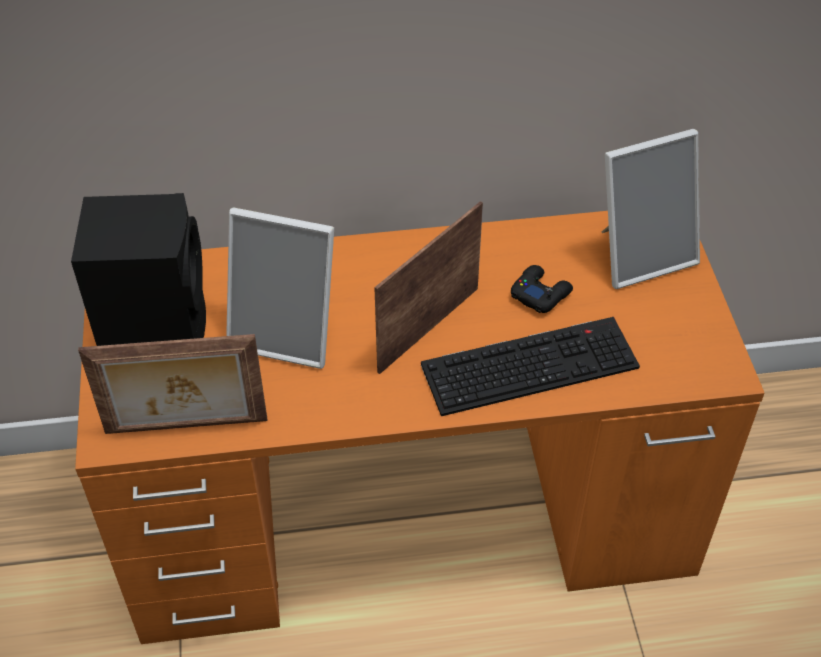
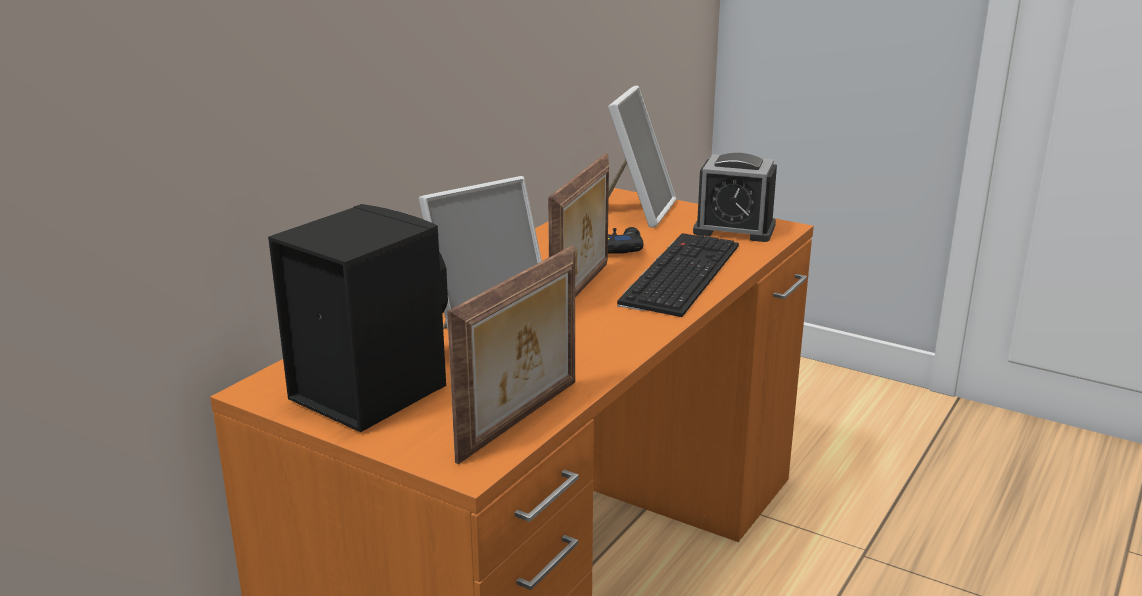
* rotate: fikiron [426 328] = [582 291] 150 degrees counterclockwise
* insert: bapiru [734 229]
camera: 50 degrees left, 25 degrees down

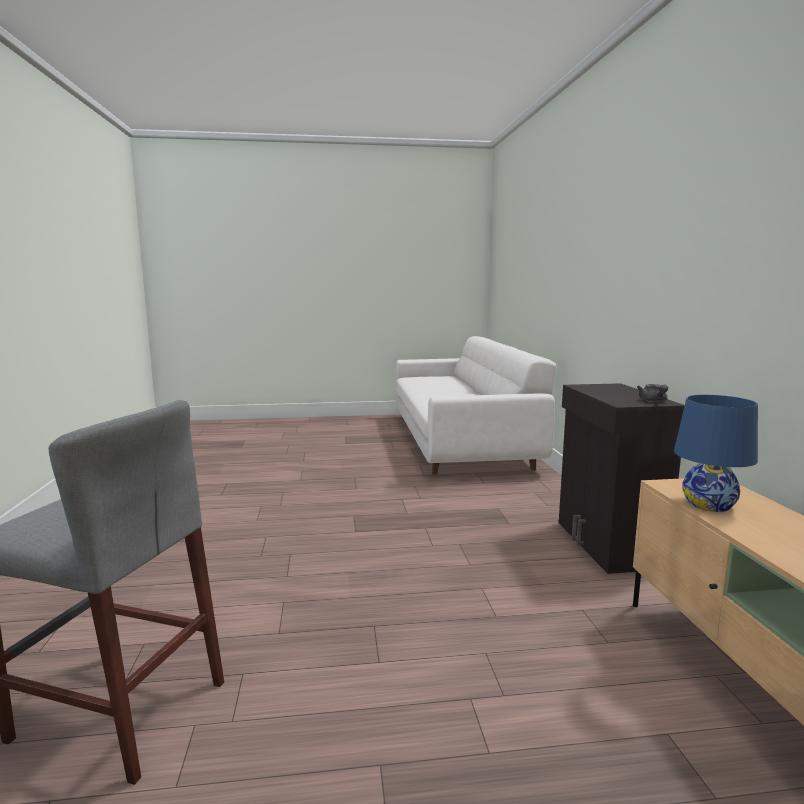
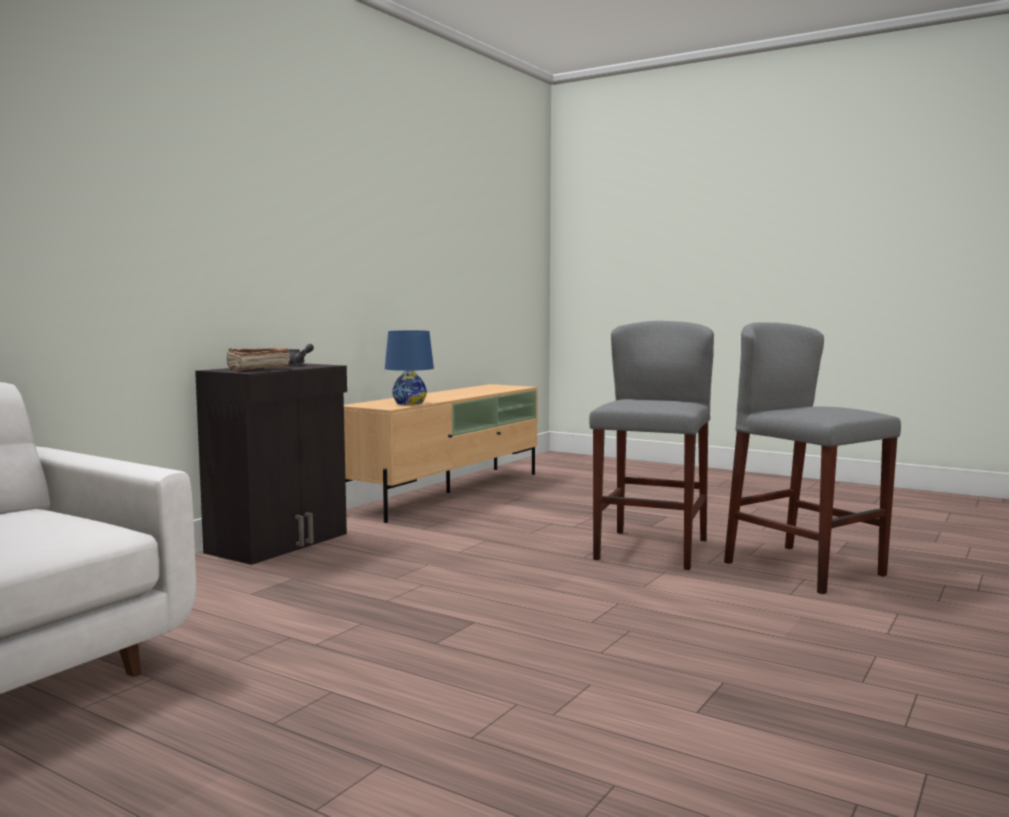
* insert: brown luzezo [257 369]
* insert: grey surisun [651 549]
camera: 140 degrees left, 5 degrees down

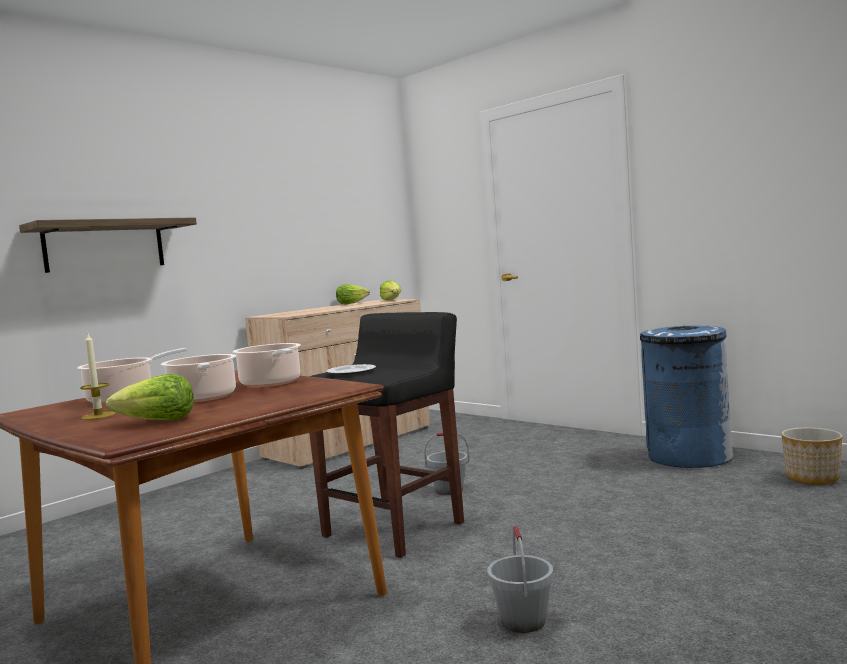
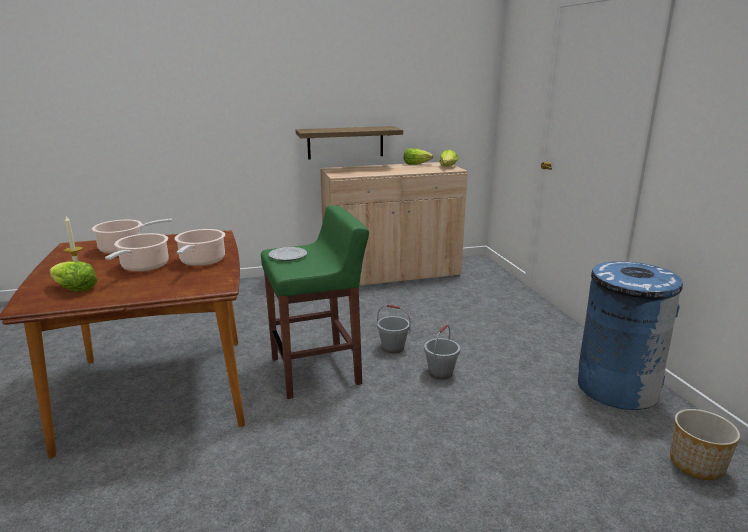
* recolor: black surisun [395 529] to green surisun [317 371]
* move: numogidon [104 246] to [345 142]
* move: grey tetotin [523 621] to [440 372]
camera: 30 degrees right, 15 degrees up

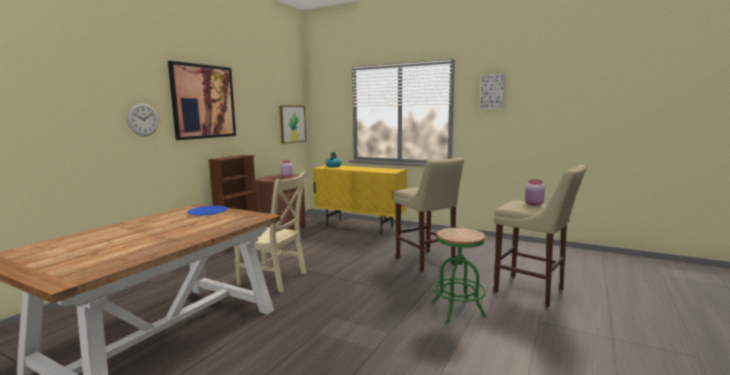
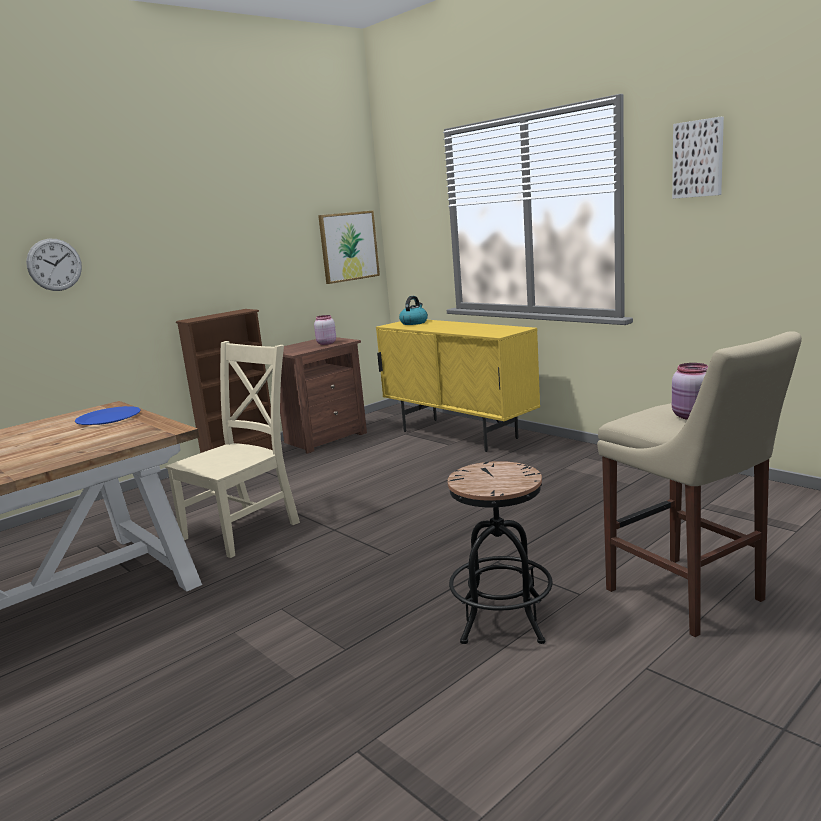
* rotate: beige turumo [274 279] = [245 529] 90 degrees counterclockwise
* recolor: green surisun [458 310] to black surisun [502 621]
* delete: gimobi [203 101]
* delete: beige surisun [426 262]
camera: 20 degrees right, 5 degrees up

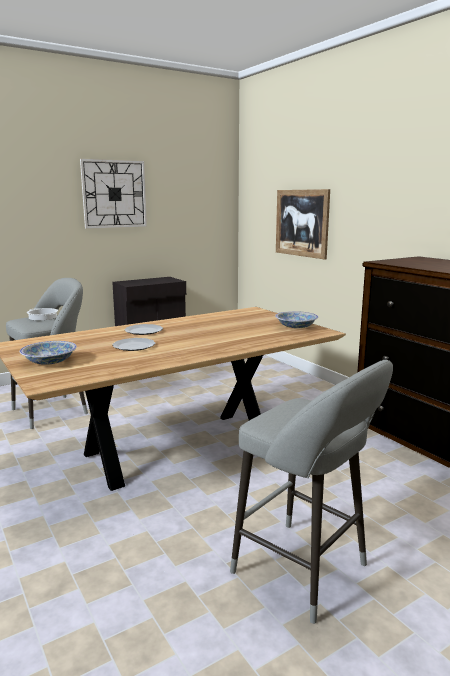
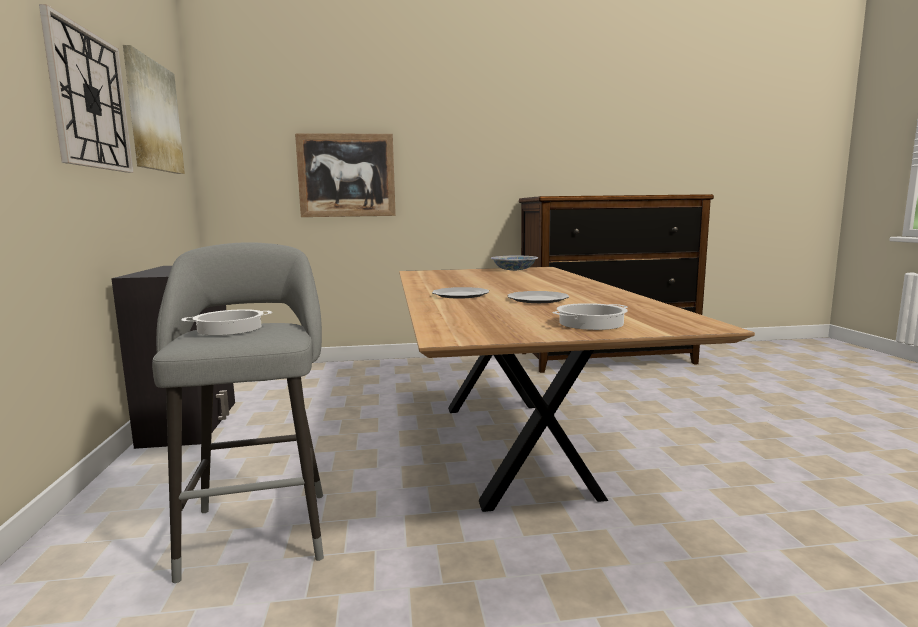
* insert: gimobi [153 116]
* replace: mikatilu [50 362] to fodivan [590 323]
* delete: grey surisun [306 572]
camera: 65 degrees left, 5 degrees down

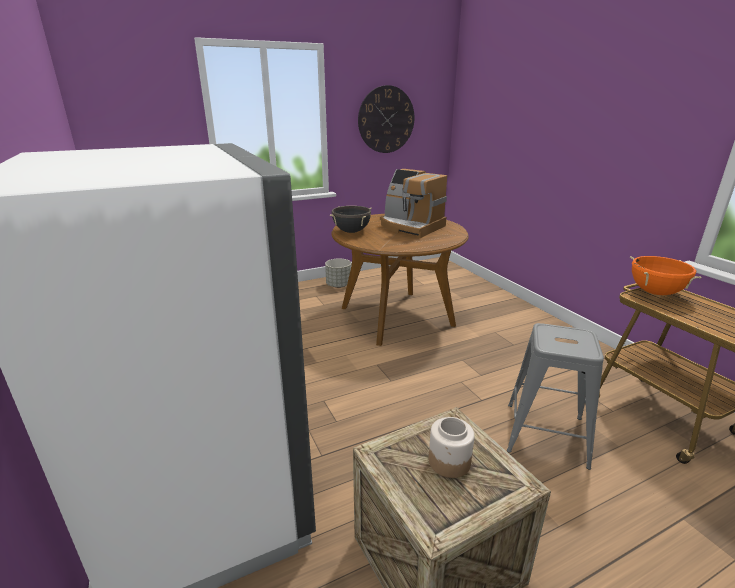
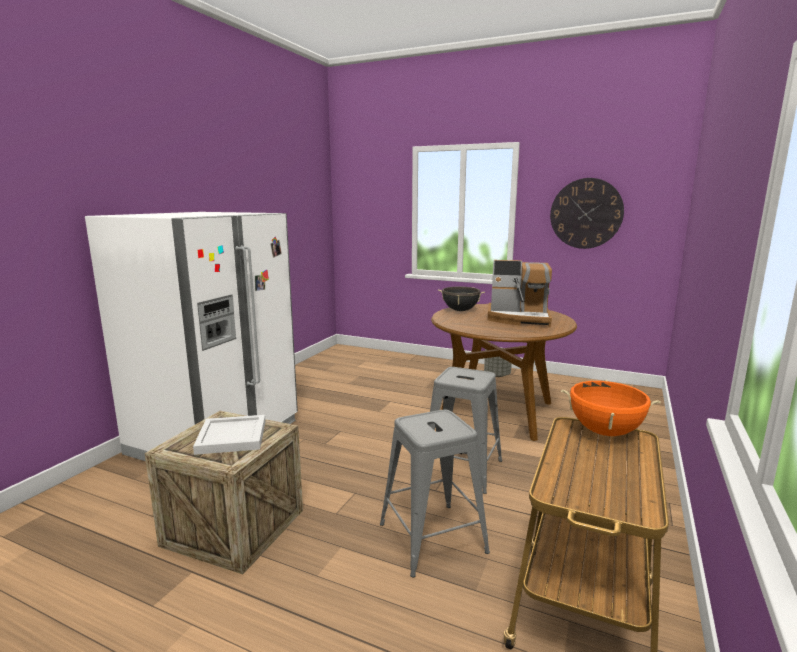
* replace: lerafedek [449 461] to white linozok [233 437]
* insert: grey surisun [462 469]
* rotate: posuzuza [411 227] = [519 319] 75 degrees counterclockwise
camera: 50 degrees right, 10 degrees down

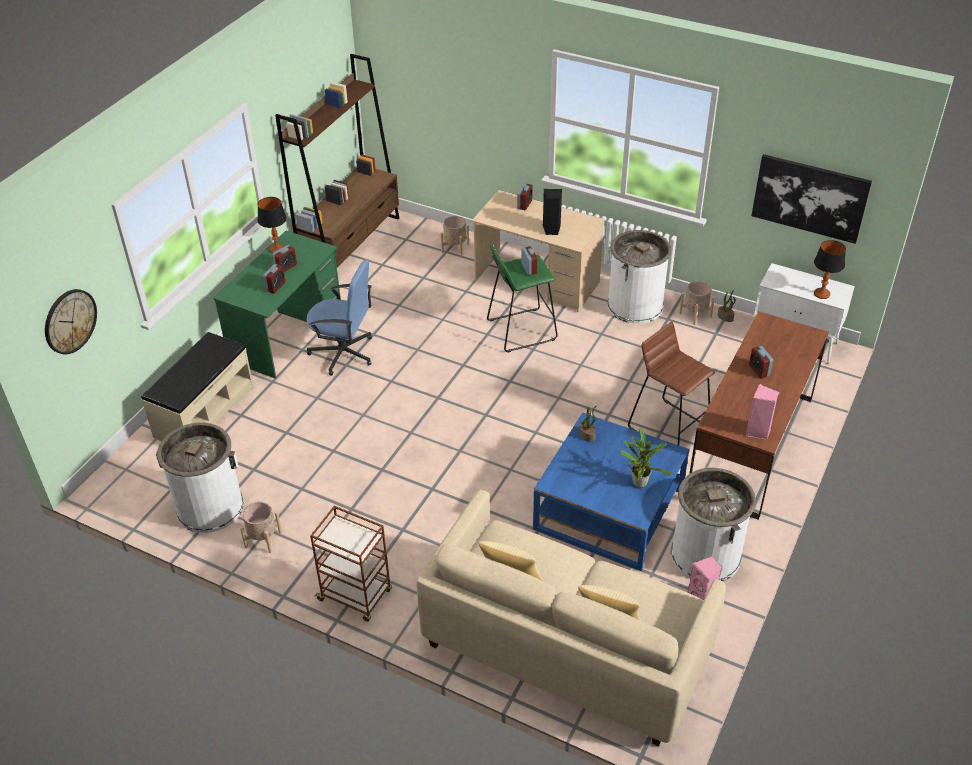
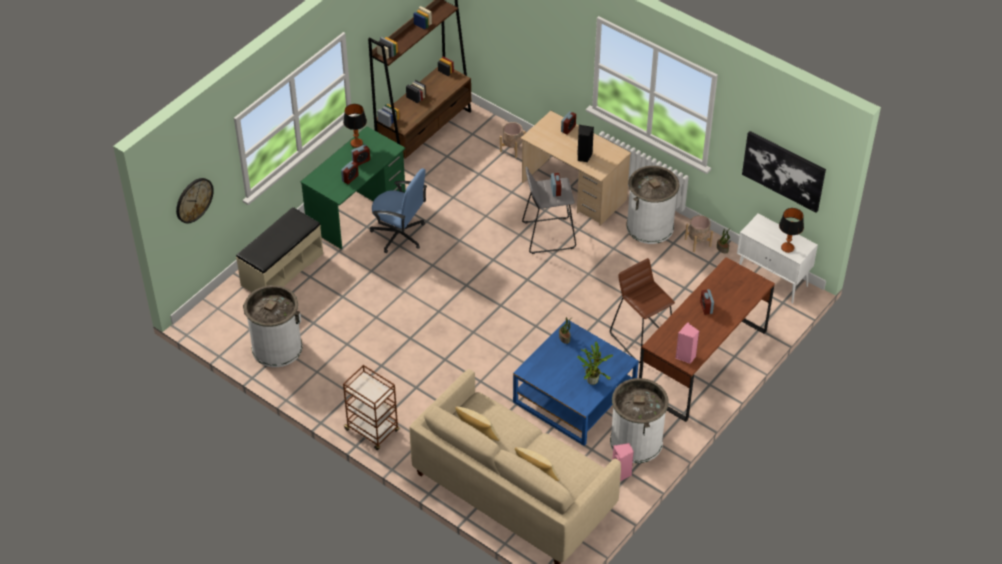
* recolor: green surisun [521 330] to grey surisun [548 235]
* delete: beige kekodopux [263 539]
camera: 10 degrees right, 5 degrees up

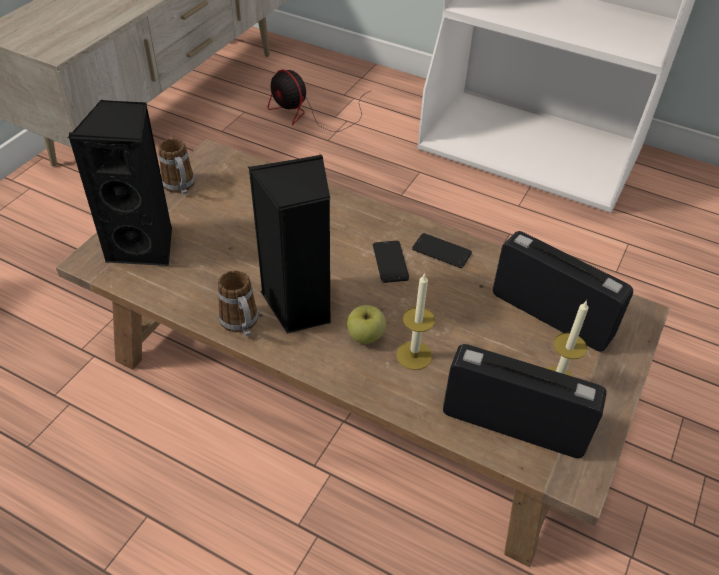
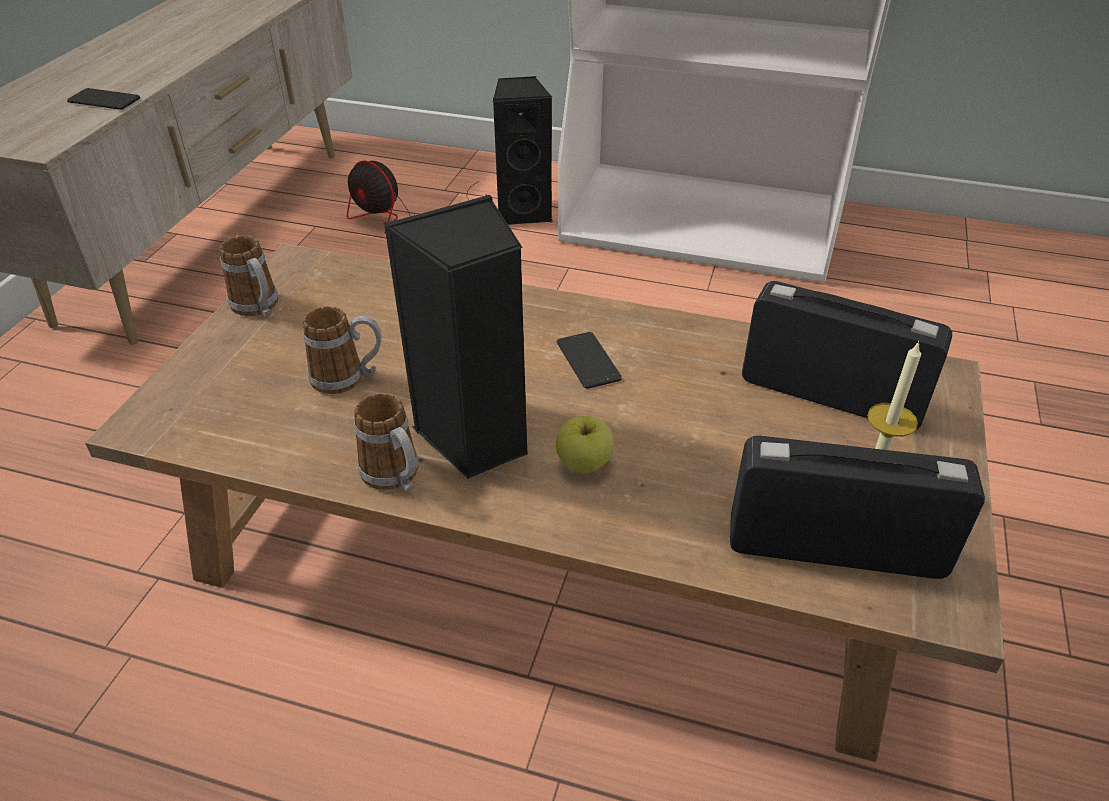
* move: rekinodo [441 251] to [104 100]
* insert: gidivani [348 378]
* move: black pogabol [145 246] to [523 212]
* delete: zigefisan [414 355]
camera: 10 degrees left, 5 degrees down

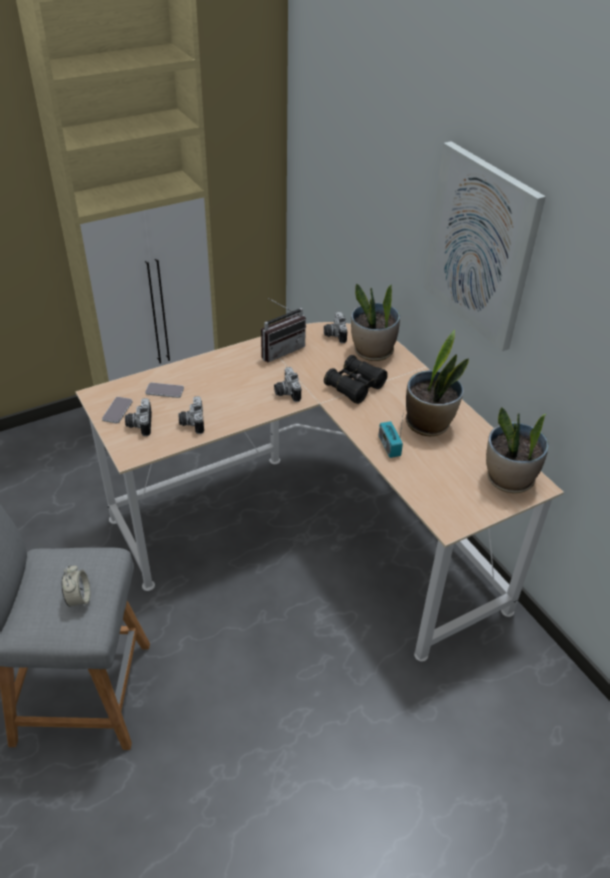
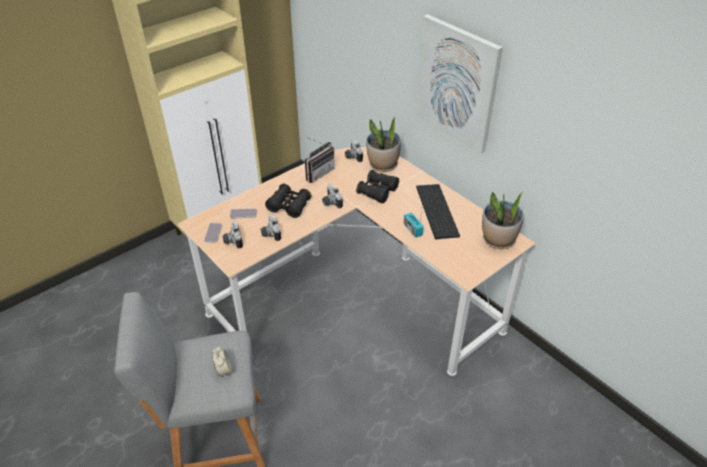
* insert: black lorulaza [289 206]
* replace: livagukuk [428 424] to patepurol [435 210]
camera: 10 degrees left, 0 degrees up

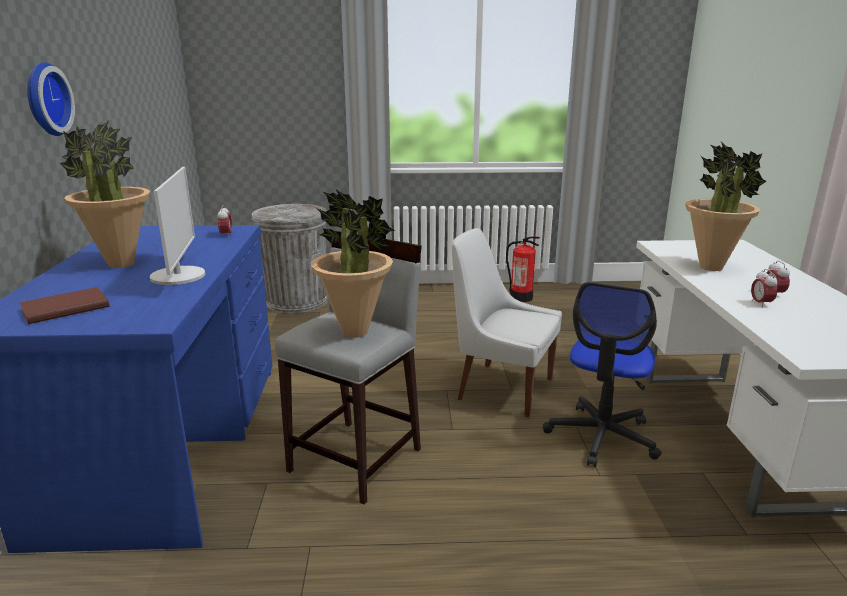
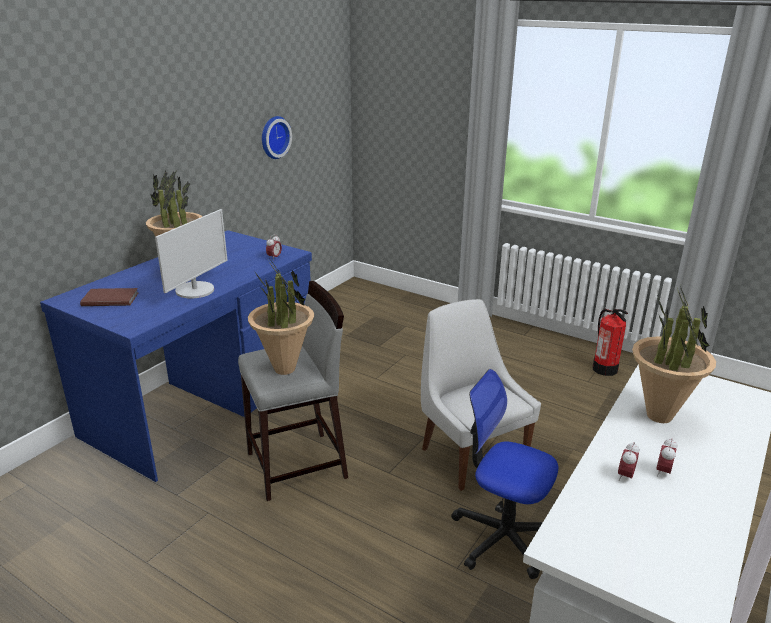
* move: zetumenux [44 99] to [273 137]
* rotate: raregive [601 436] = [503 537] 60 degrees clockwise
* delete: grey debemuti [296 301]
camera: 35 degrees right, 5 degrees up

